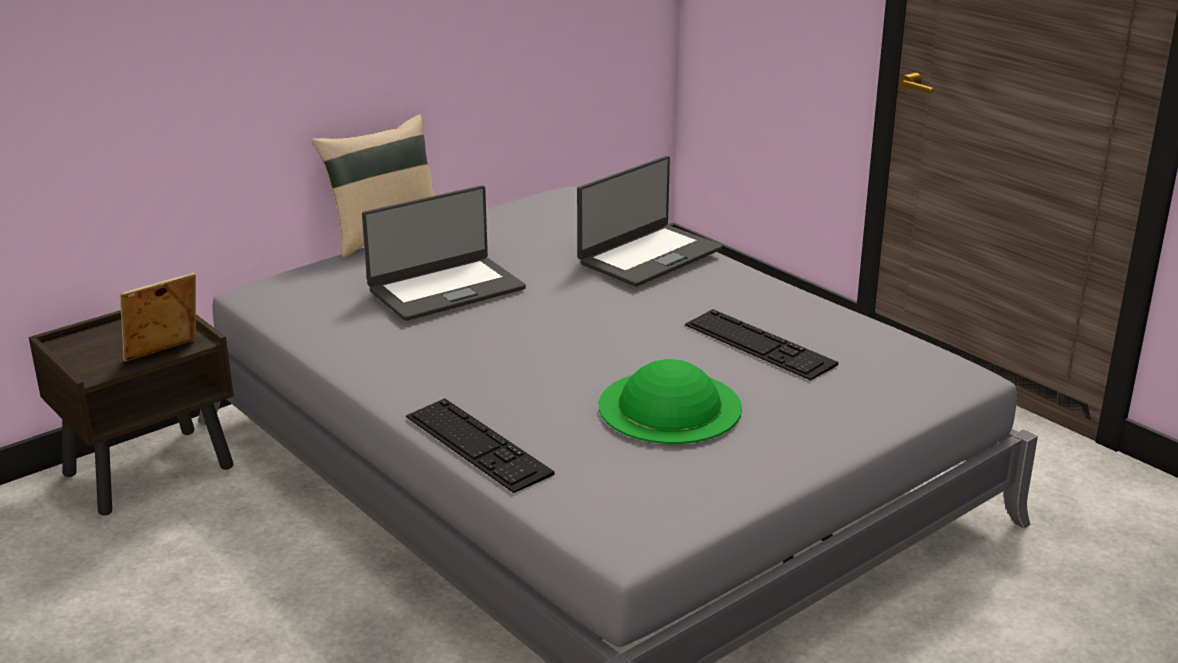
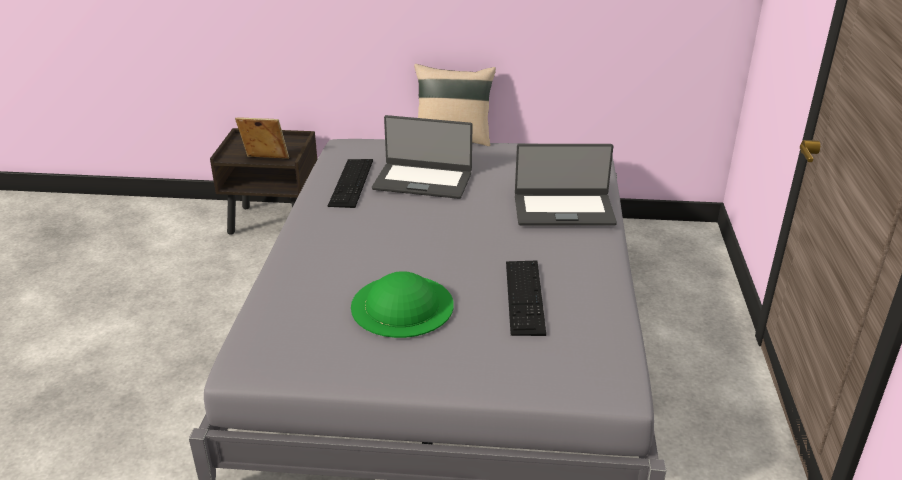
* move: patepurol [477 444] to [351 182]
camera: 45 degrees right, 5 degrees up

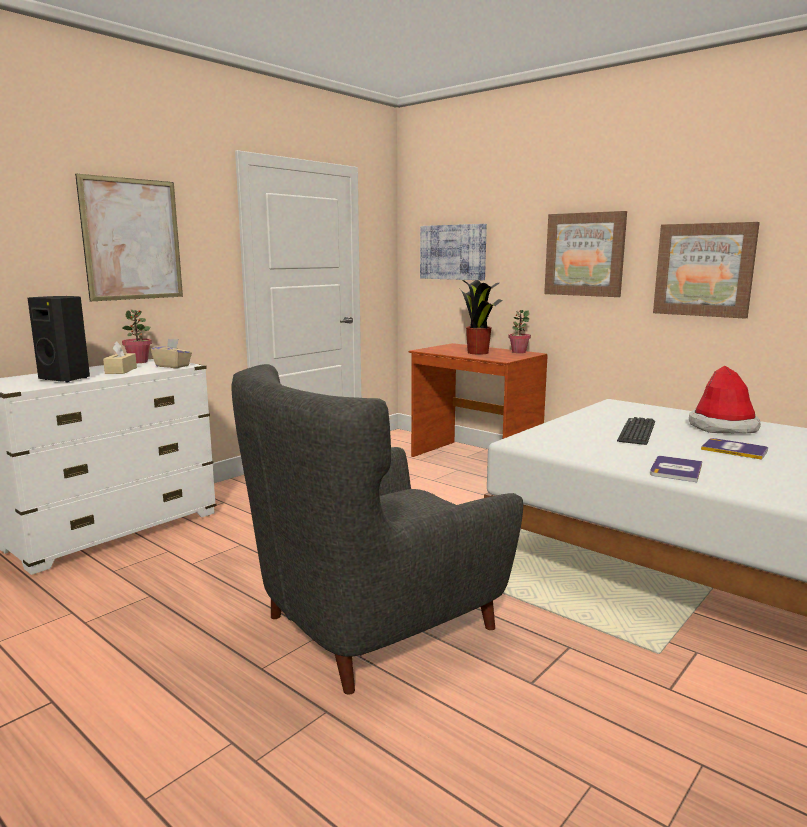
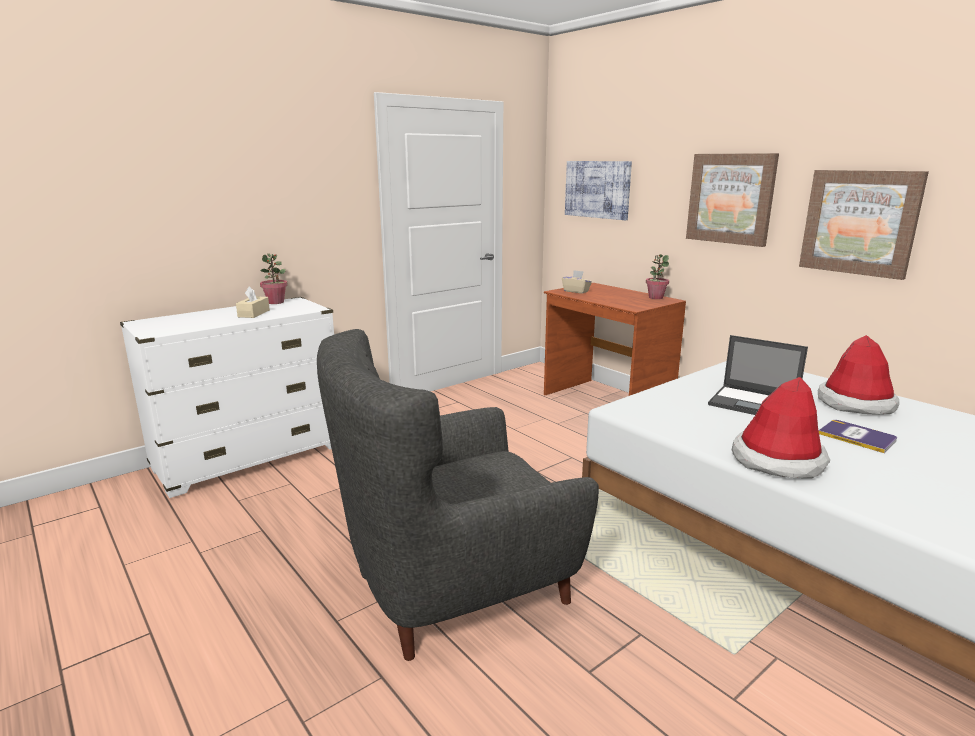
* move: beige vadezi [173 366] to [576 291]
* replace: patepurol [637 431] to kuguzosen [754 404]
* replace: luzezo [676 470] to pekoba [777 460]
* delete: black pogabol [67 379]
* delete: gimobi [132 239]
* delete: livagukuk [478 353]
camera: 10 degrees right, 5 degrees up

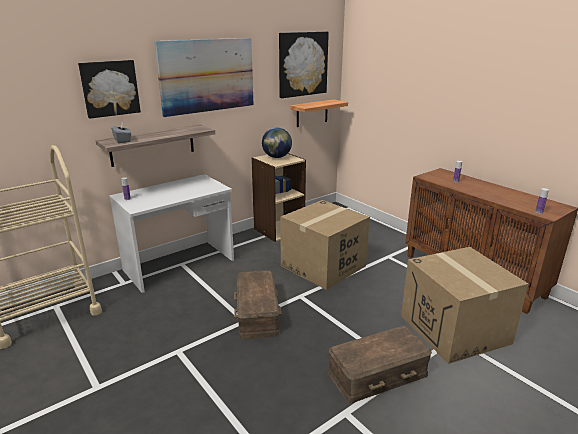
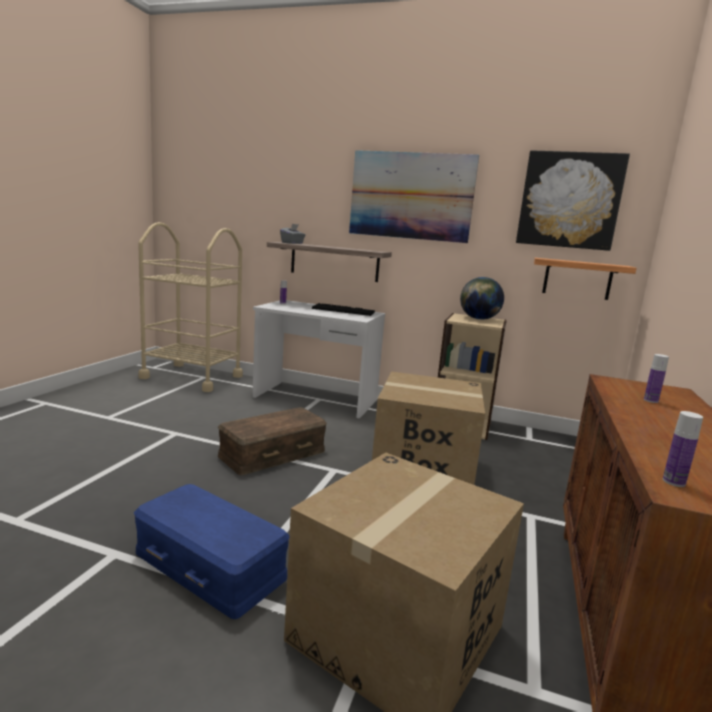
* recolor: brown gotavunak [377 374] to blue gotavunak [208 565]
* insert: patepurol [344 311]
* delete: gimobi [110 88]
camera: 55 degrees right, 10 degrees down

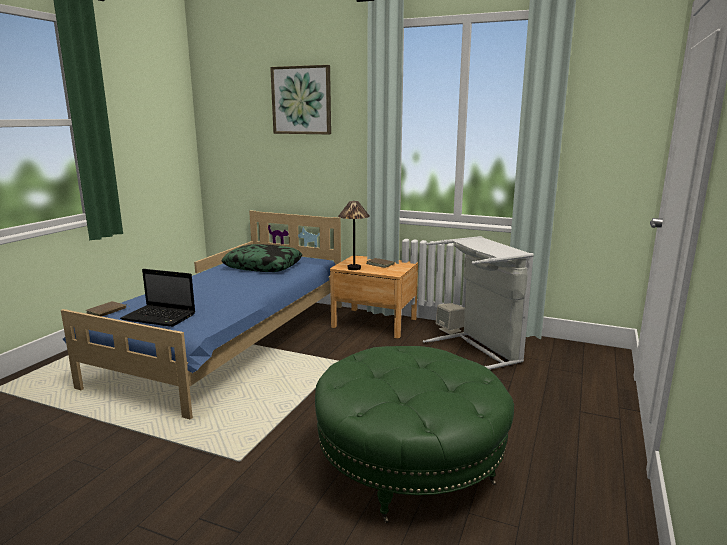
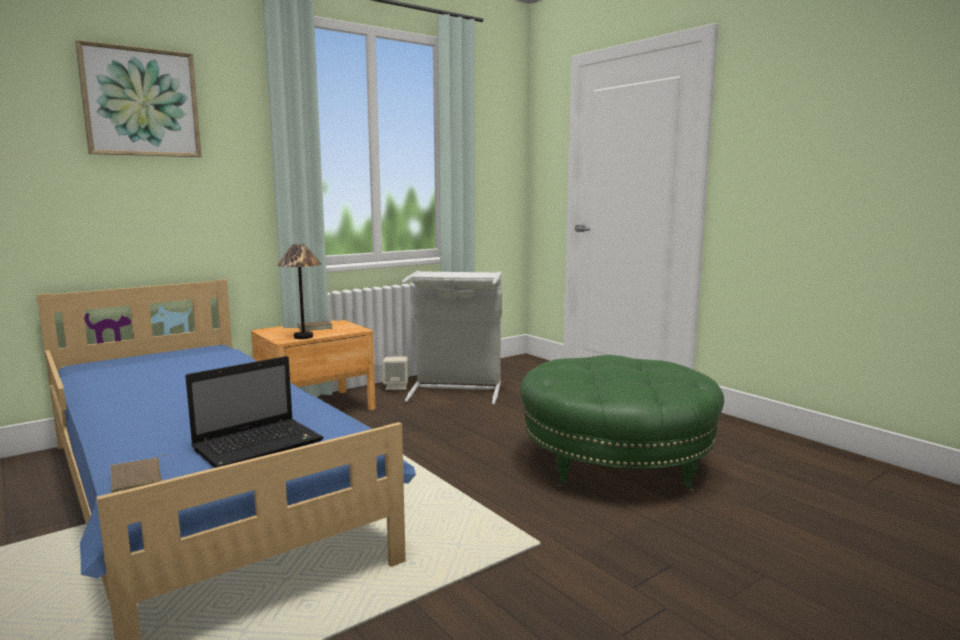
* delete: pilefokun [263 266]
camera: 60 degrees left, 5 degrees down

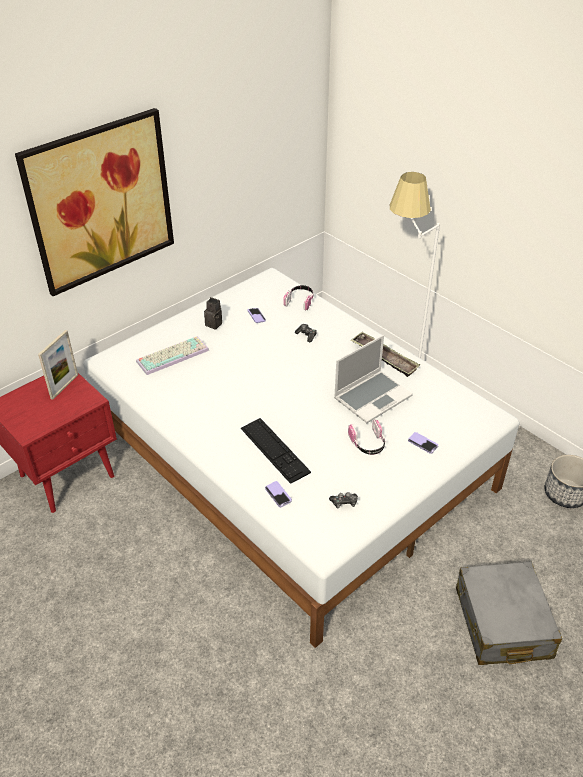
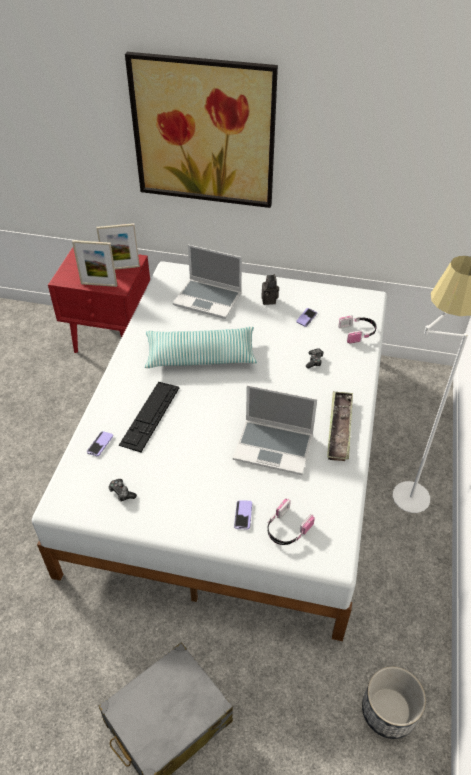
* insert: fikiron [99 284]
* insert: pilefokun [201 356]
* replace: patepurol [173 355] to kuguzosen [209 299]
* move: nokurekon [368 444] to [287 529]
camera: 55 degrees right, 5 degrees up

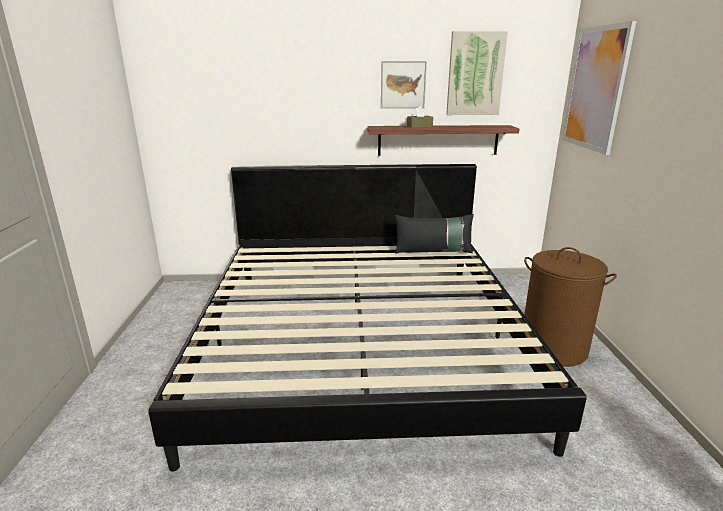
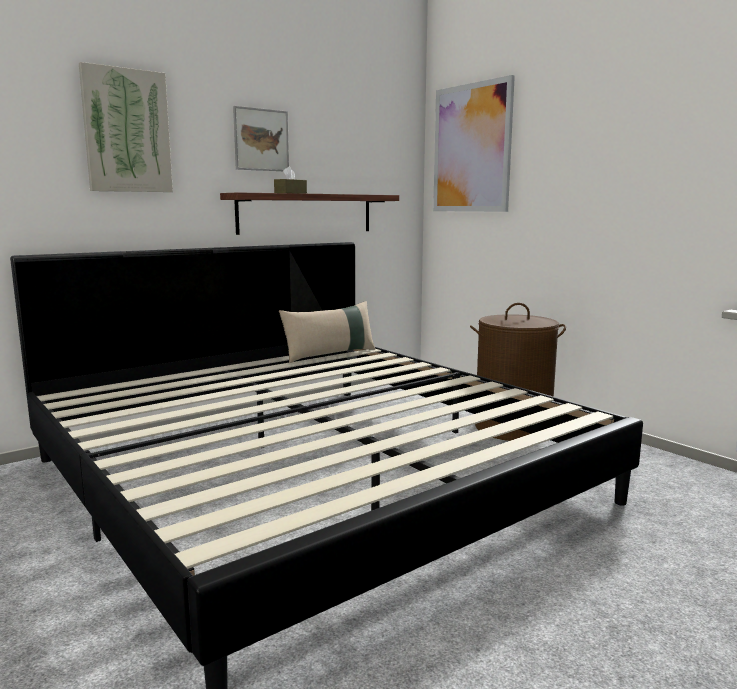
* move: gimobi [475 74] to [127 131]
* recolor: black pilefokun [433 251] to beige pilefokun [330 354]
camera: 35 degrees left, 10 degrees down

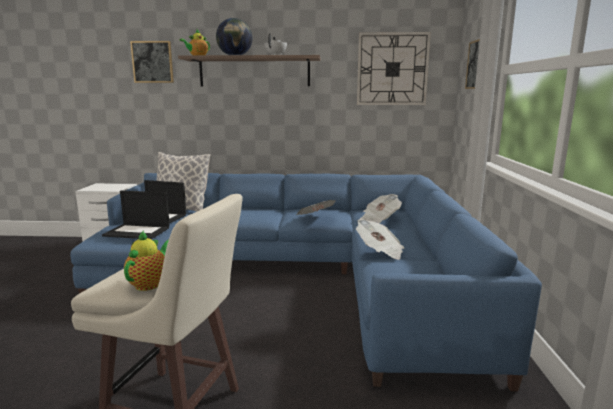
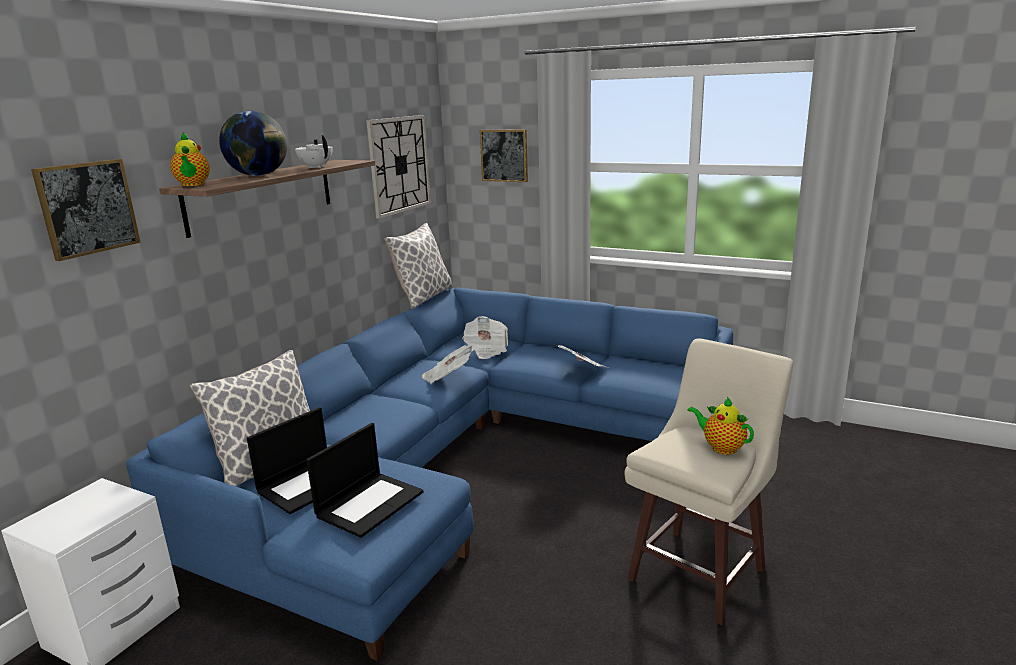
* insert: pilefokun [423 297]
camera: 65 degrees left, 5 degrees up

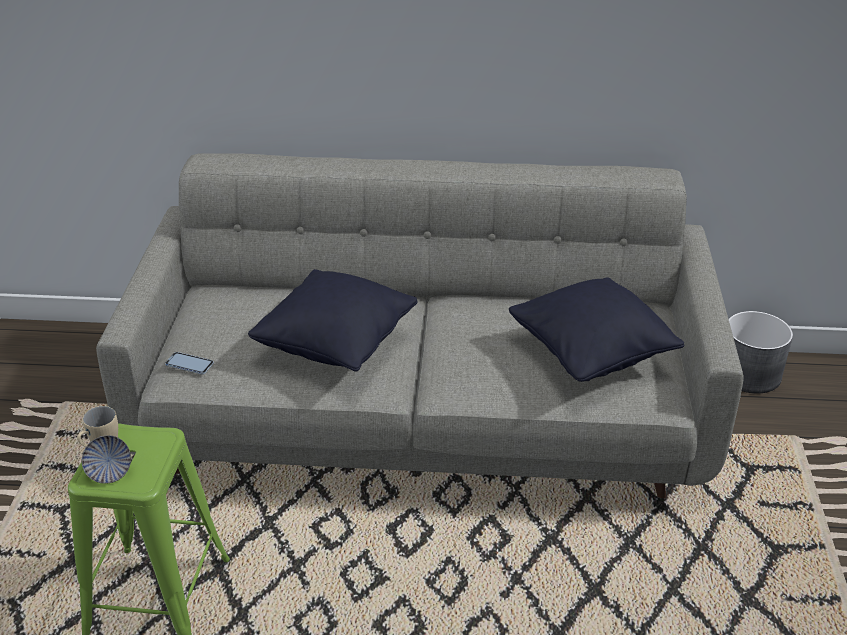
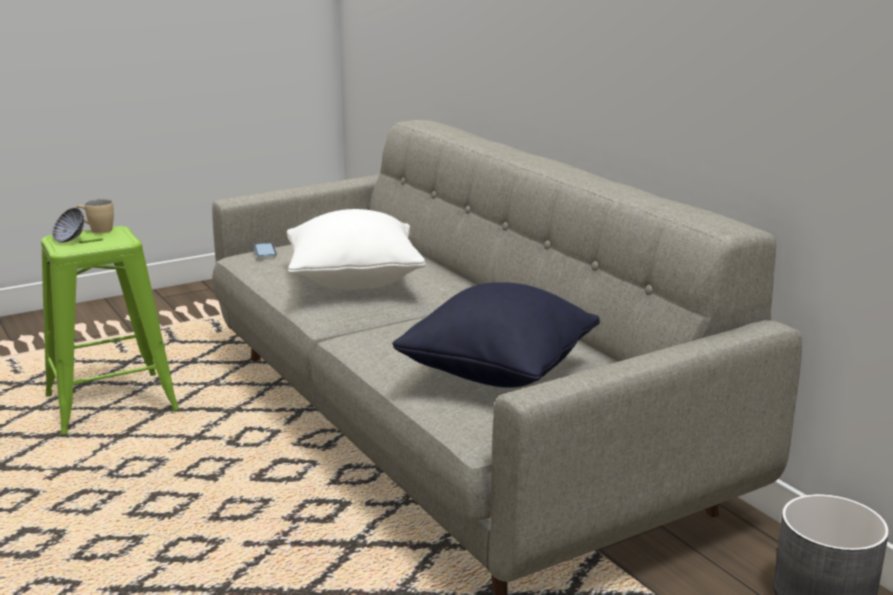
* recolor: black pilefokun [336 346] to white pilefokun [354 281]
camera: 55 degrees right, 15 degrees down

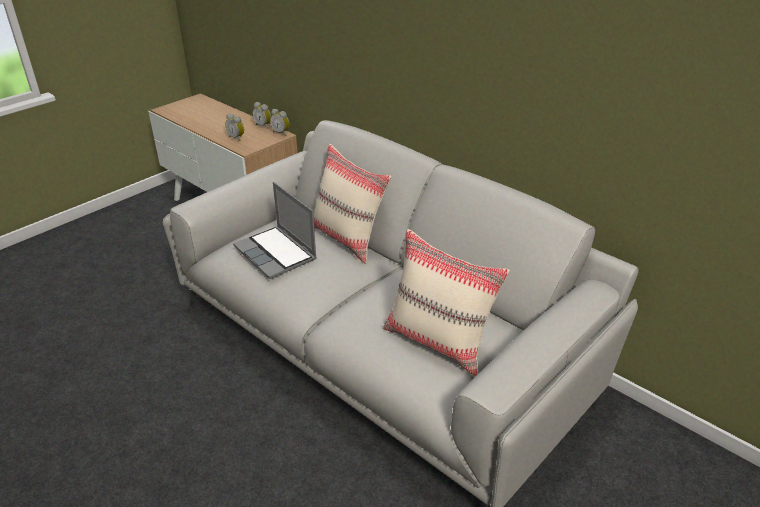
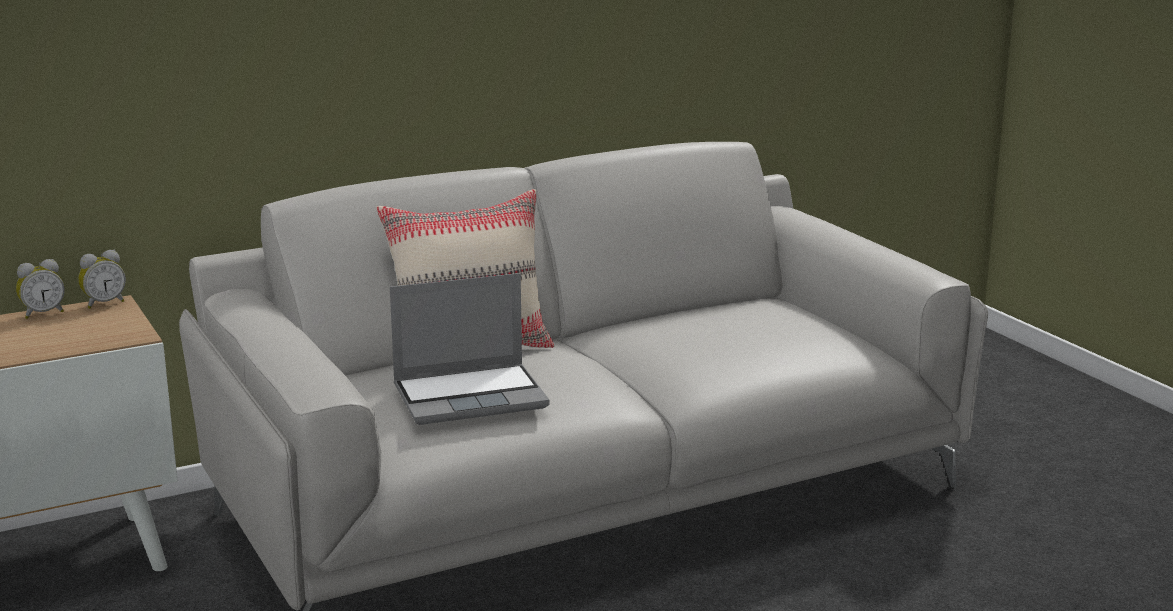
* delete: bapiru [237 138]
* delete: beige pilefokun [438 342]
camera: 70 degrees left, 15 degrees down

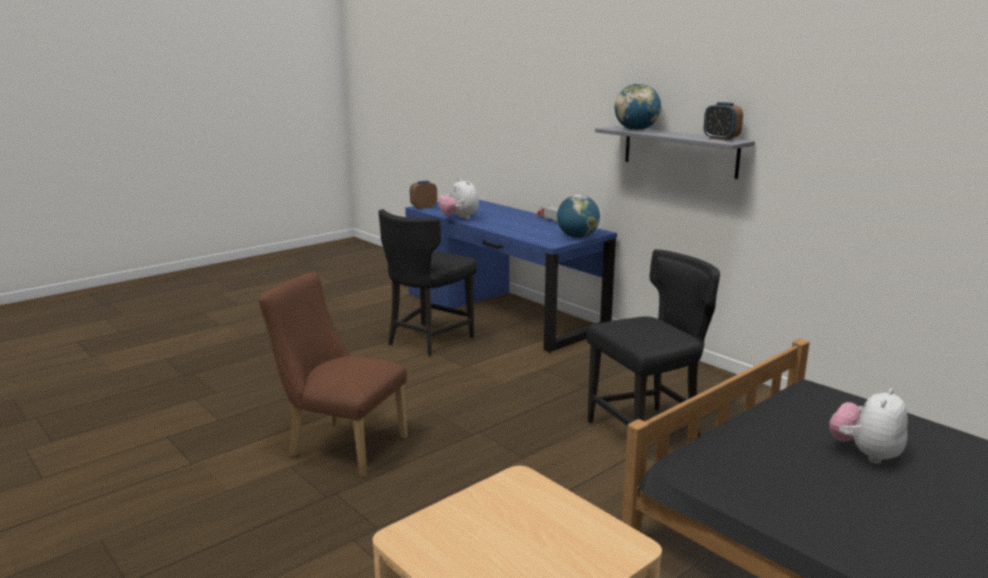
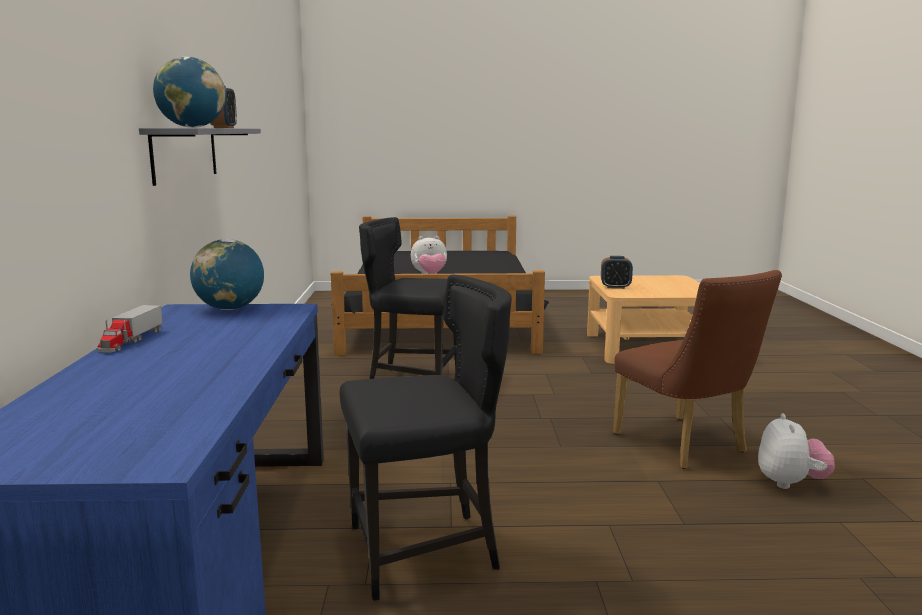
* move: bapiru [423 207] to [615 287]
* move: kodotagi [459 218] to [791 483]
camera: 140 degrees left, 5 degrees down

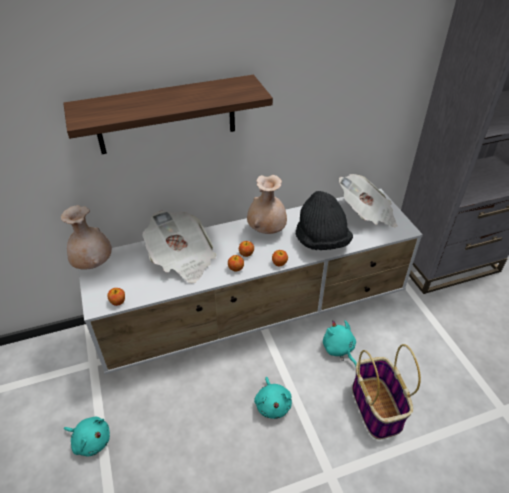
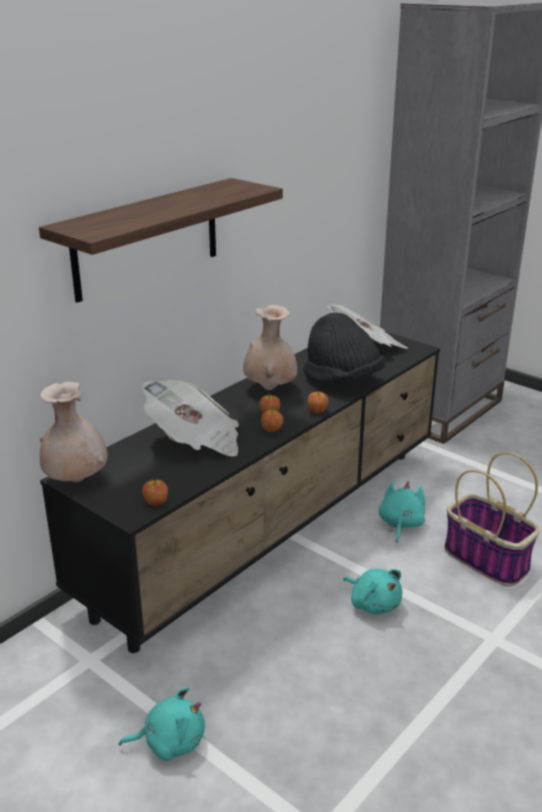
* recolor: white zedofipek [256 315] to black zedofipek [272 527]
* rotate: turquoise kodotagi [339 349] = [400 524] 75 degrees clockwise
camera: 30 degrees left, 15 degrees down

